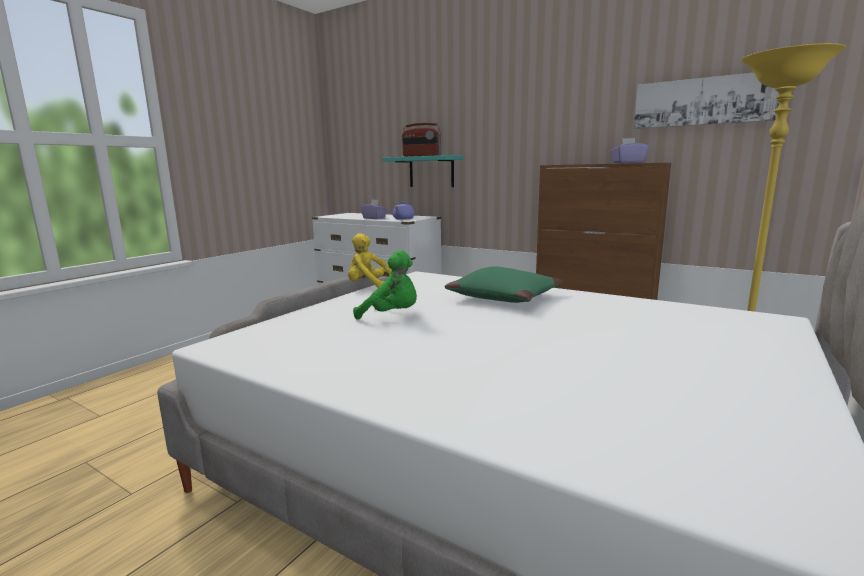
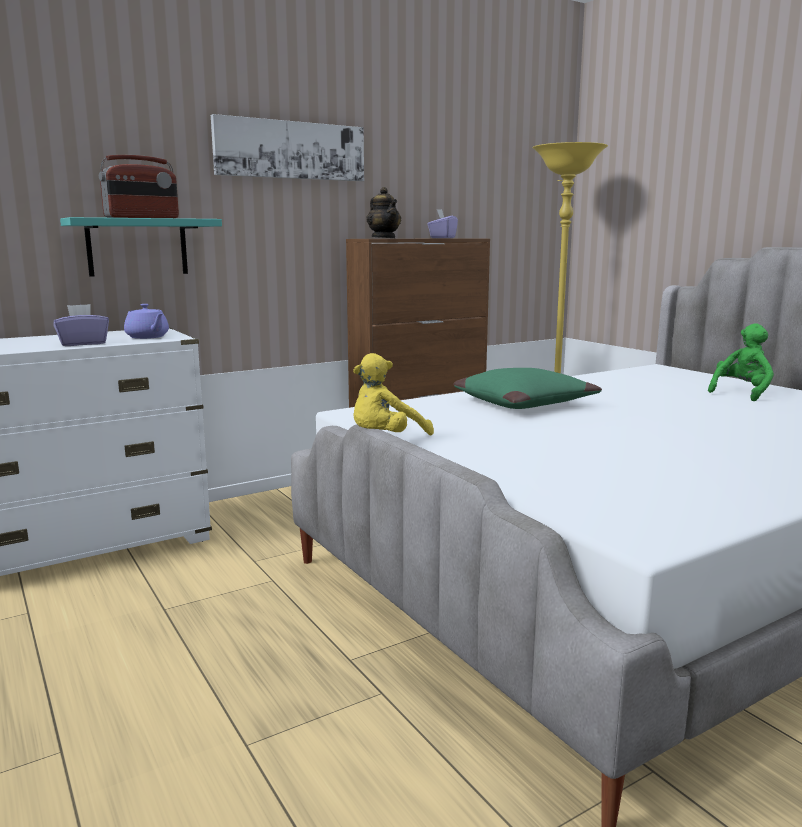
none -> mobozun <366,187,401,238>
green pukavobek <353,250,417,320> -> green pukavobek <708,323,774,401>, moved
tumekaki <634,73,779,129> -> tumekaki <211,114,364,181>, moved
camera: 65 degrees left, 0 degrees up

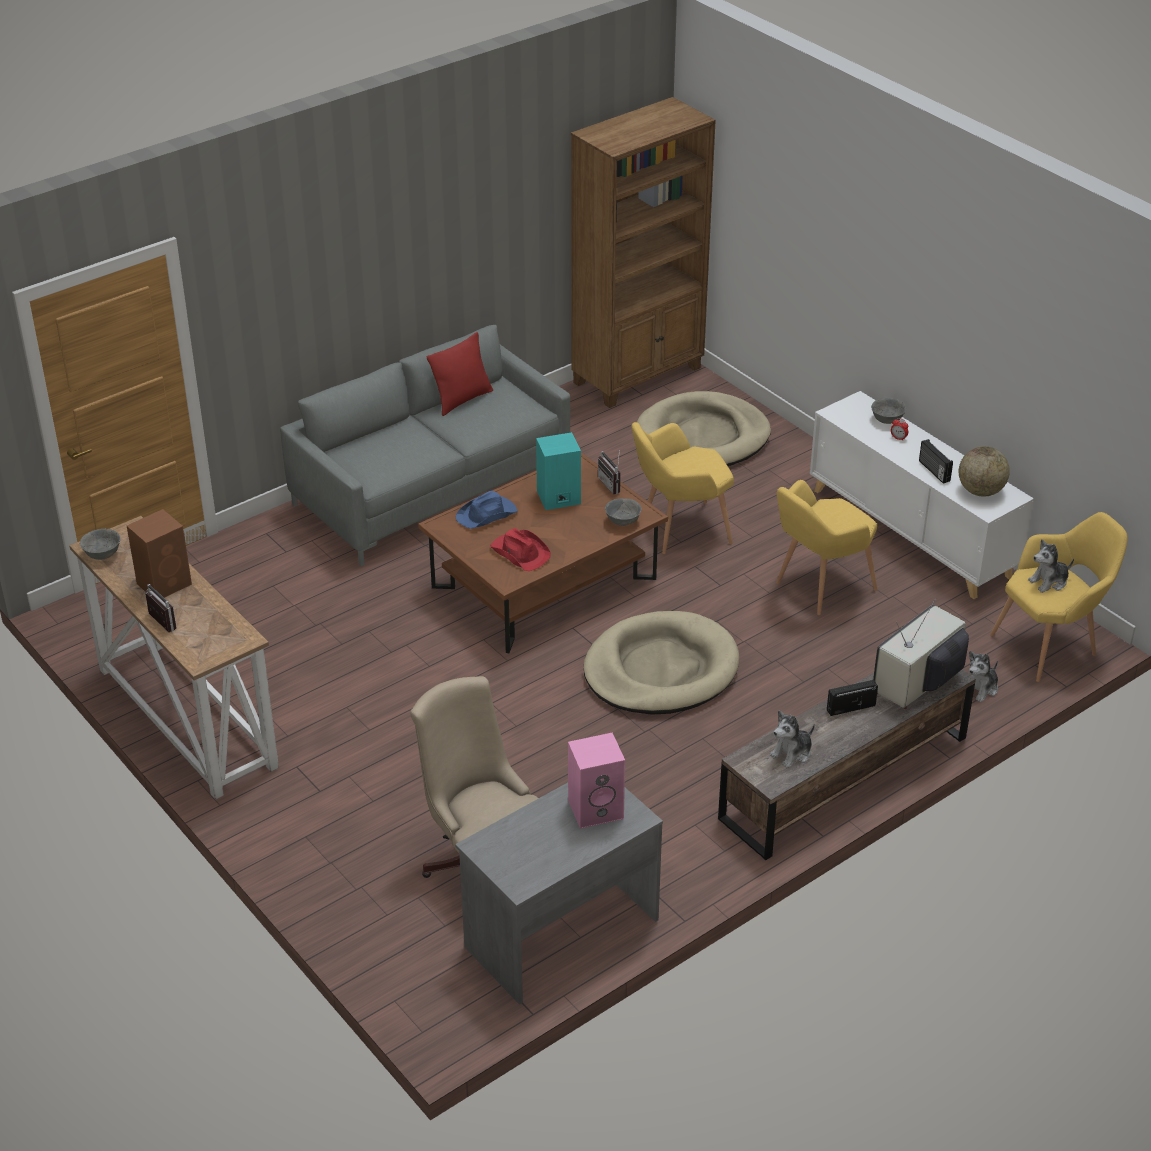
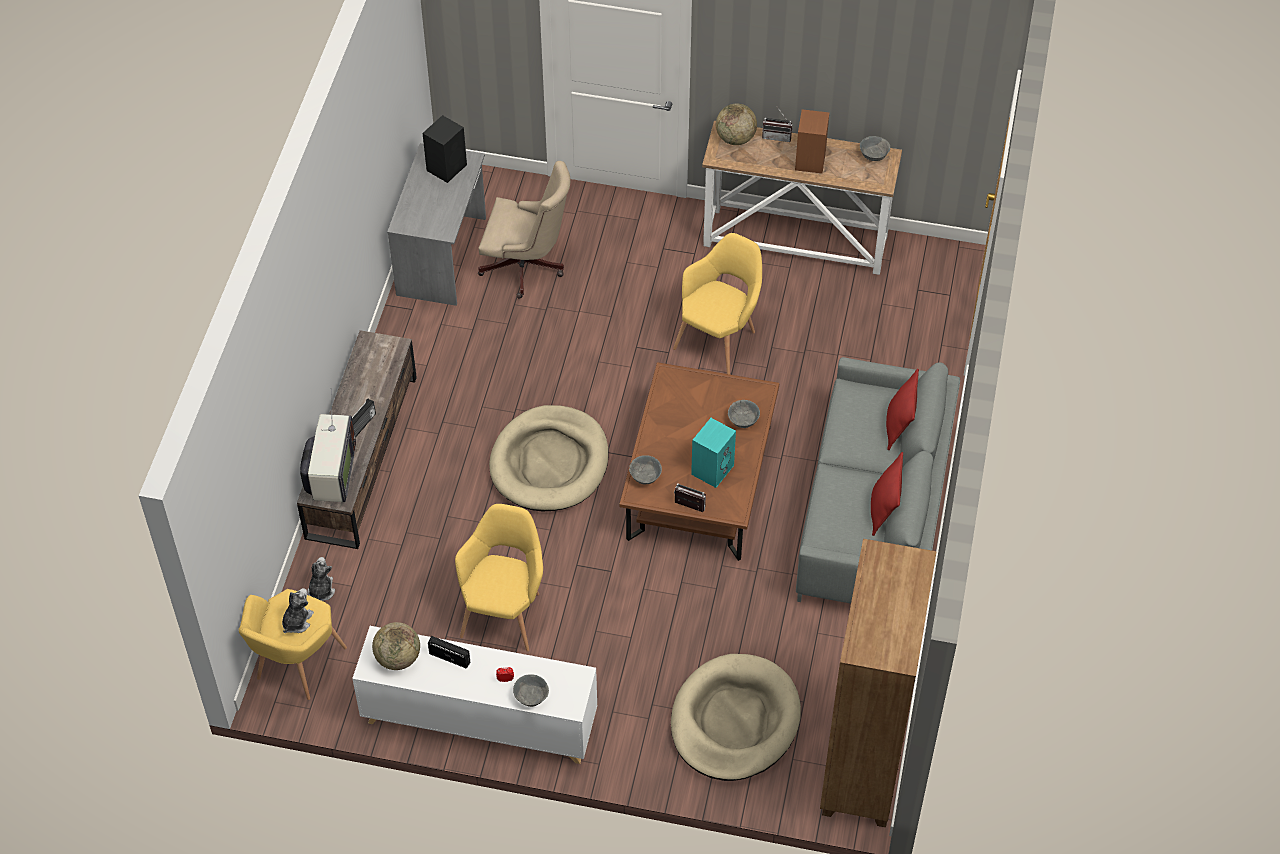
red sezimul <490,528,551,571> -> none
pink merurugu <568,733,625,829> -> none
pukavobek <770,710,815,768> -> none
none -> black merurugu <423,115,467,183>
none -> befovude <716,104,757,145>
none -> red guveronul <886,369,919,450>
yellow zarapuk <632,422,734,554> -> yellow zarapuk <673,233,762,374>, moved
blue sezimul <456,491,518,529> -> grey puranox <728,400,760,428>
camera: 140 degrees right, 15 degrees up

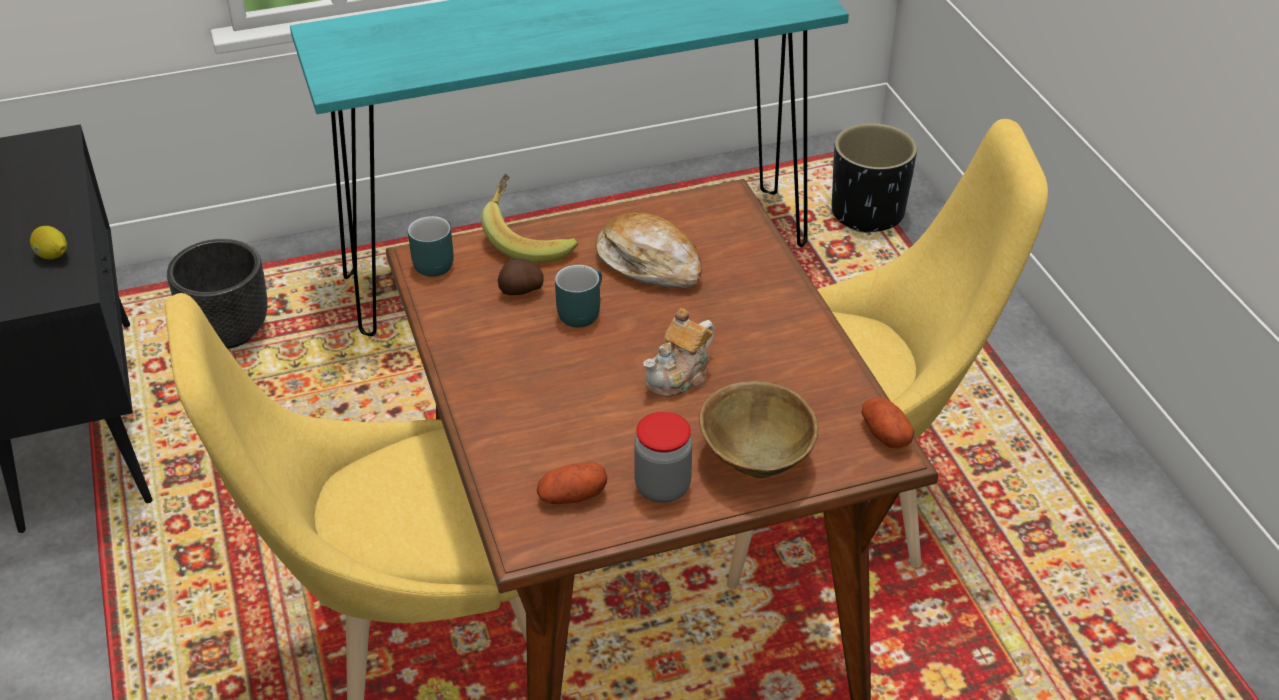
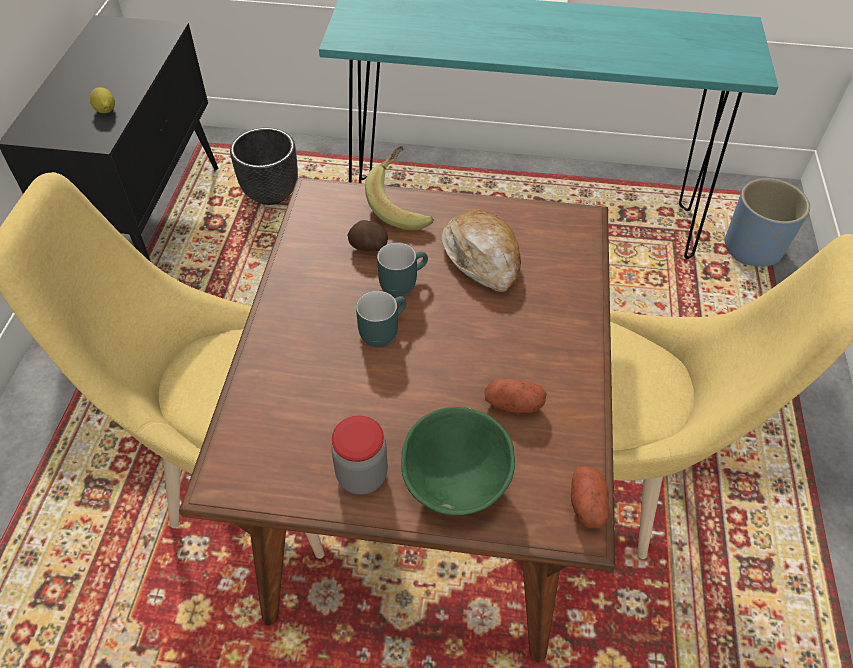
mobozun <643,308,714,397> -> none
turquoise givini <408,216,454,277> -> turquoise givini <356,291,406,347>, moved
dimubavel <537,462,607,504> -> dimubavel <484,379,547,413>, moved
brown puranox <699,381,819,478> -> green puranox <401,407,515,516>
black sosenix <832,123,917,233> -> blue sosenix <725,178,810,267>
camera: 25 degrees right, 10 degrees up

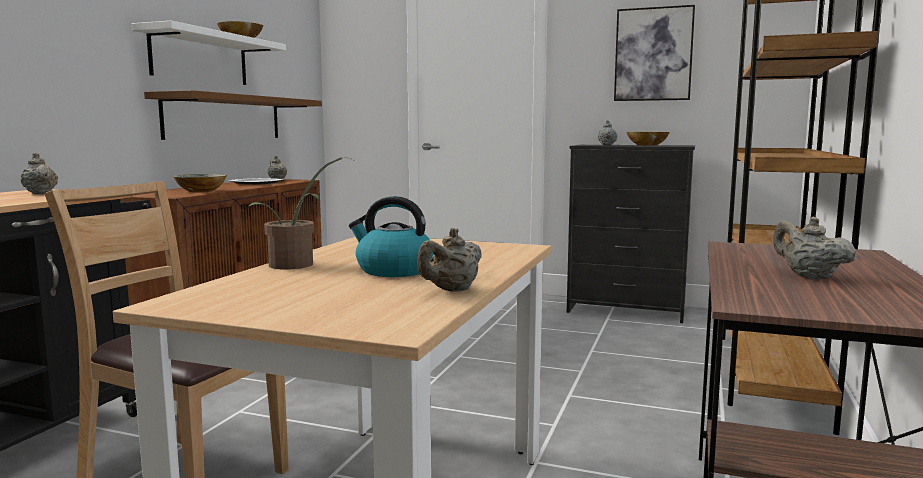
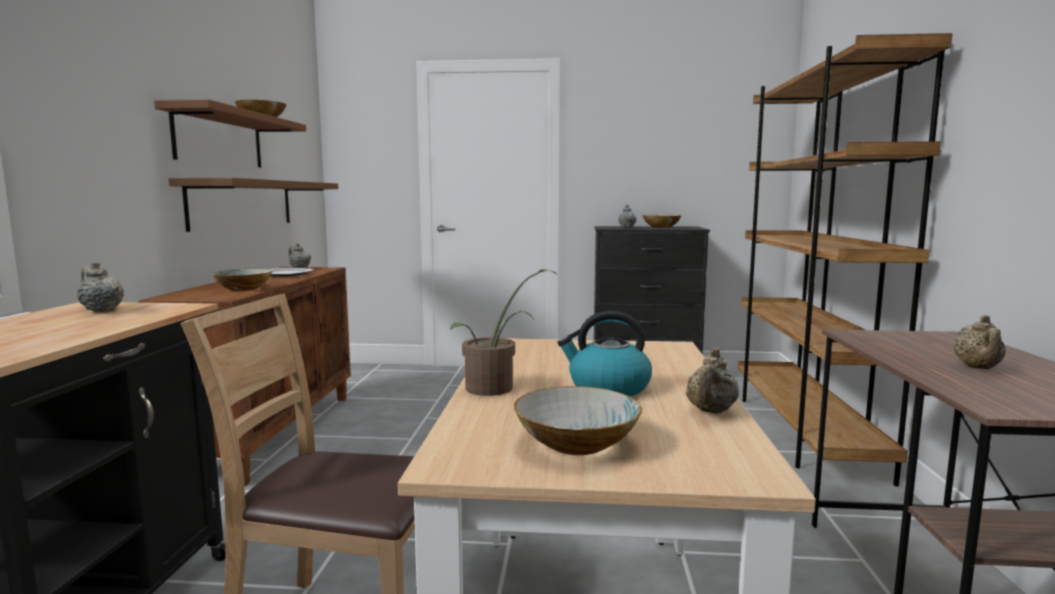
tumekaki <614,5,695,101> -> none
none -> puranox <514,386,642,455>
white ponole <132,20,286,85> -> brown ponole <154,99,306,167>
beige mobozun <773,217,857,279> -> beige mobozun <954,315,1006,369>, 120 degrees counterclockwise
camera: 15 degrees left, 0 degrees up

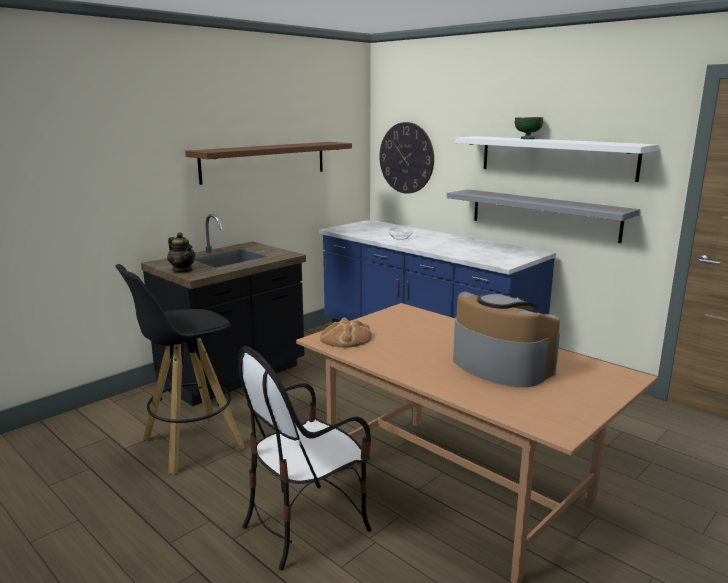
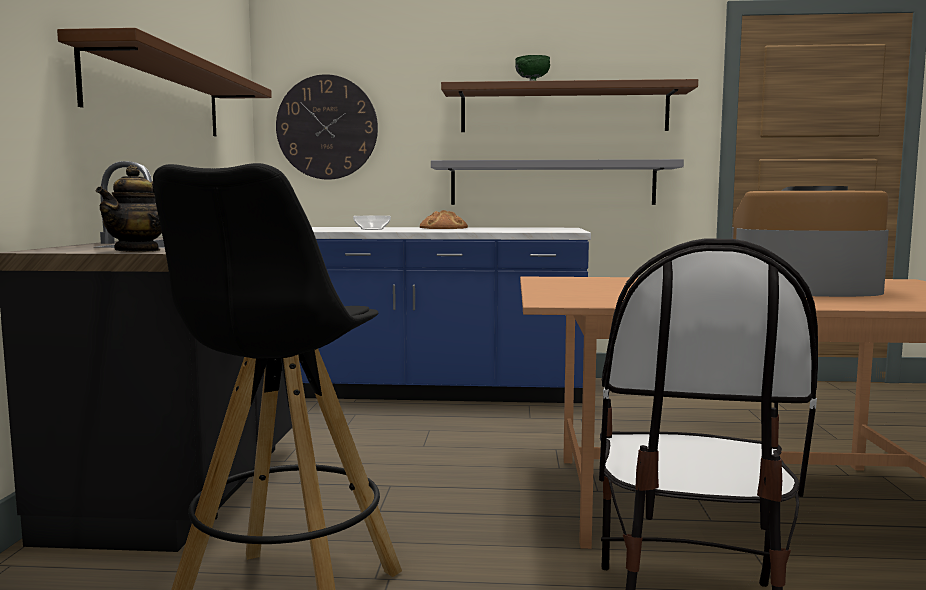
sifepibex <320,317,372,348> -> sifepibex <420,210,468,229>, moved
white ponole <455,136,658,182> -> brown ponole <441,79,698,132>
mobozun <167,232,196,272> -> mobozun <96,165,162,252>, 105 degrees clockwise
camera: 40 degrees left, 10 degrees down

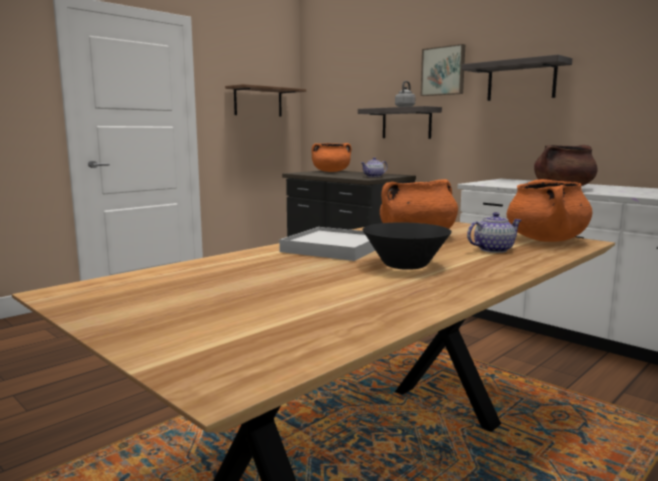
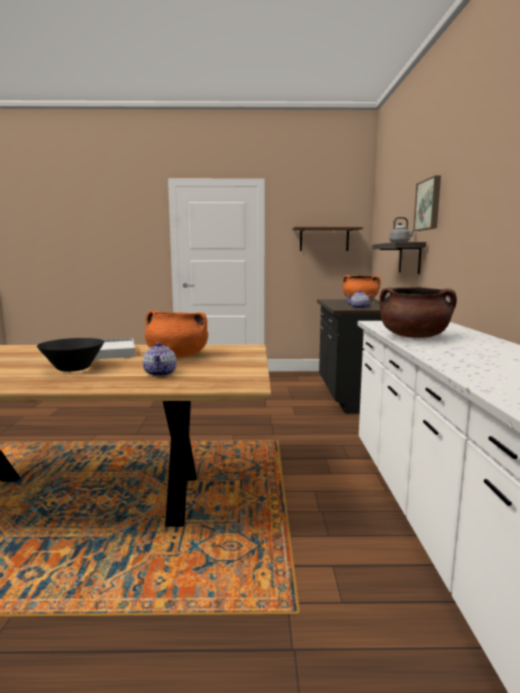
ponole <462,55,572,101> -> none
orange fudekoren <507,179,592,242> -> none
mobozun <467,212,522,253> -> mobozun <143,342,177,377>, 60 degrees clockwise
camera: 45 degrees right, 0 degrees up

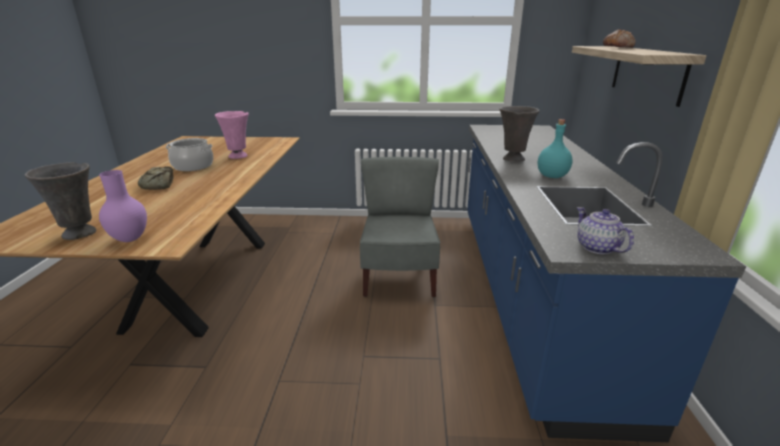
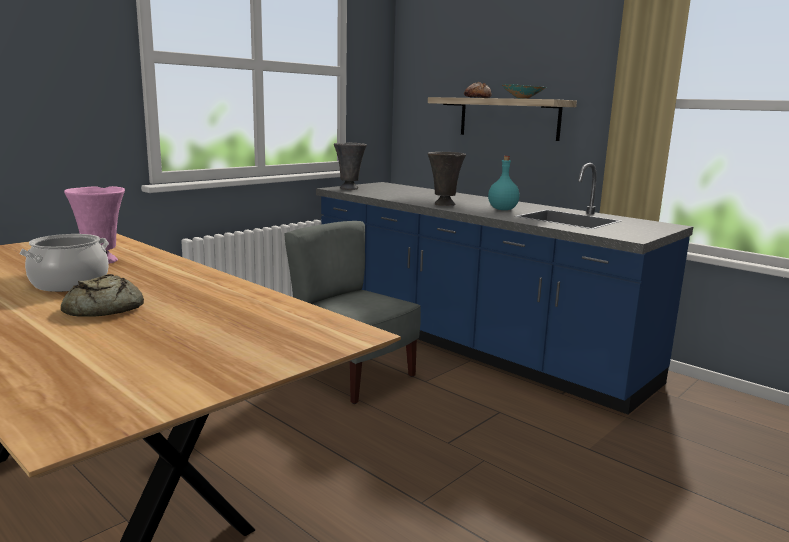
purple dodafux <99,170,147,242> -> none
mobozun <577,207,634,254> -> none
none -> turquoise puranox <502,84,547,99>
grey dodafux <24,162,96,240> -> grey dodafux <334,143,367,190>, moved
camera: 50 degrees left, 10 degrees down

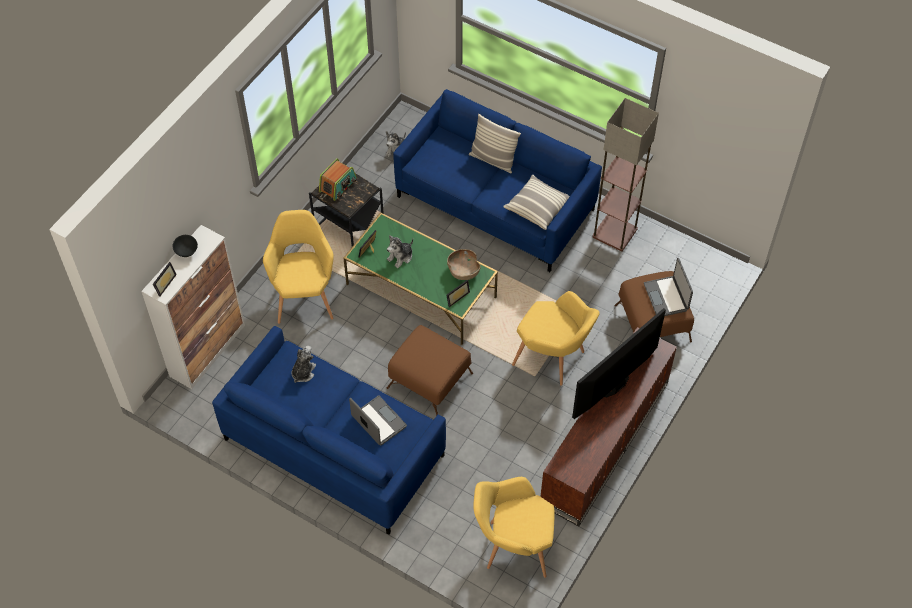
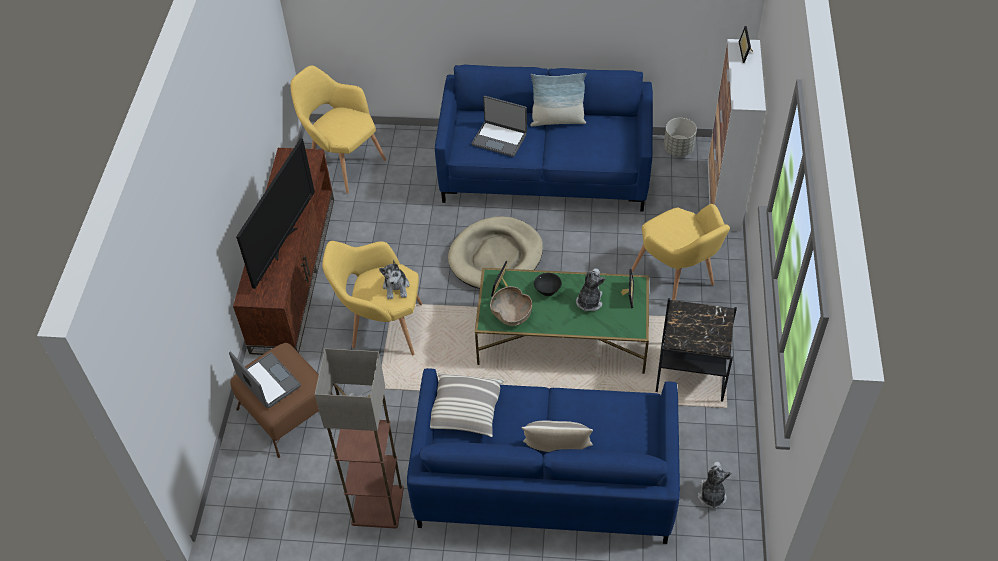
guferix <319,158,357,201> -> none
none -> guveronul <530,73,587,126>
none -> grey sosenix <664,118,697,156>
black puranox <173,235,198,257> -> black puranox <534,273,562,296>, moved
pukavobek <291,346,316,383> -> pukavobek <379,260,410,299>, moved
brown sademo <387,325,473,416> -> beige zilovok <448,216,543,289>
yellow zarapuk <473,477,555,578> -> yellow zarapuk <290,66,386,194>, 120 degrees counterclockwise
camera: 155 degrees right, 5 degrees down

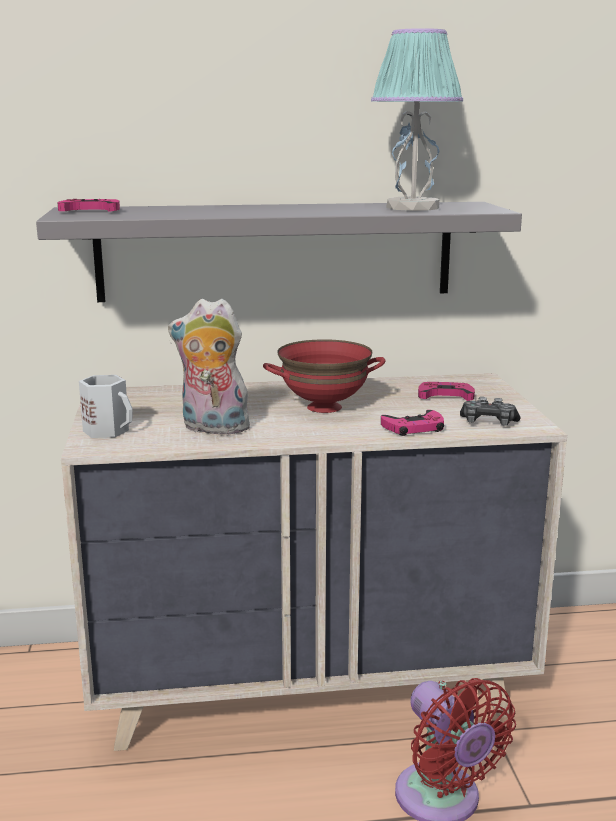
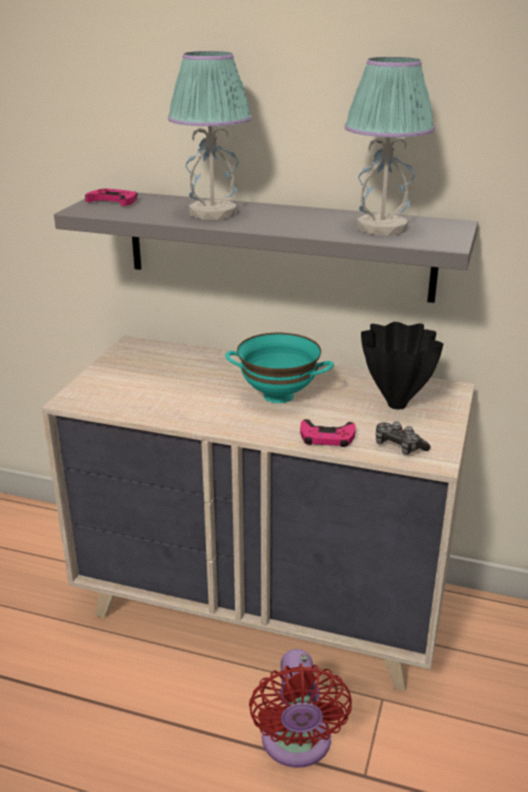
white givini <79,375,133,438> -> none
pukavobek <168,299,253,435> -> none
none -> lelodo <168,51,252,220>
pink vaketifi <418,382,475,401> -> black dodafux <361,322,443,409>
red puranox <263,339,386,413> -> turquoise puranox <225,333,334,403>
camera: 25 degrees right, 10 degrees up

